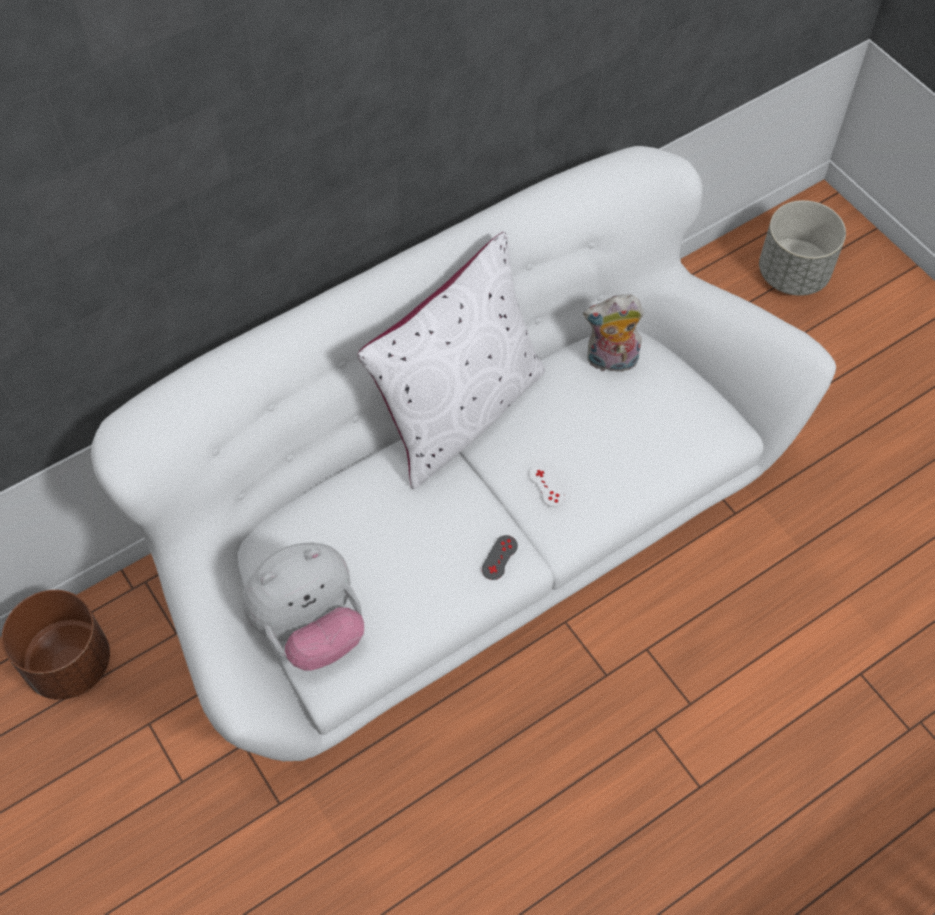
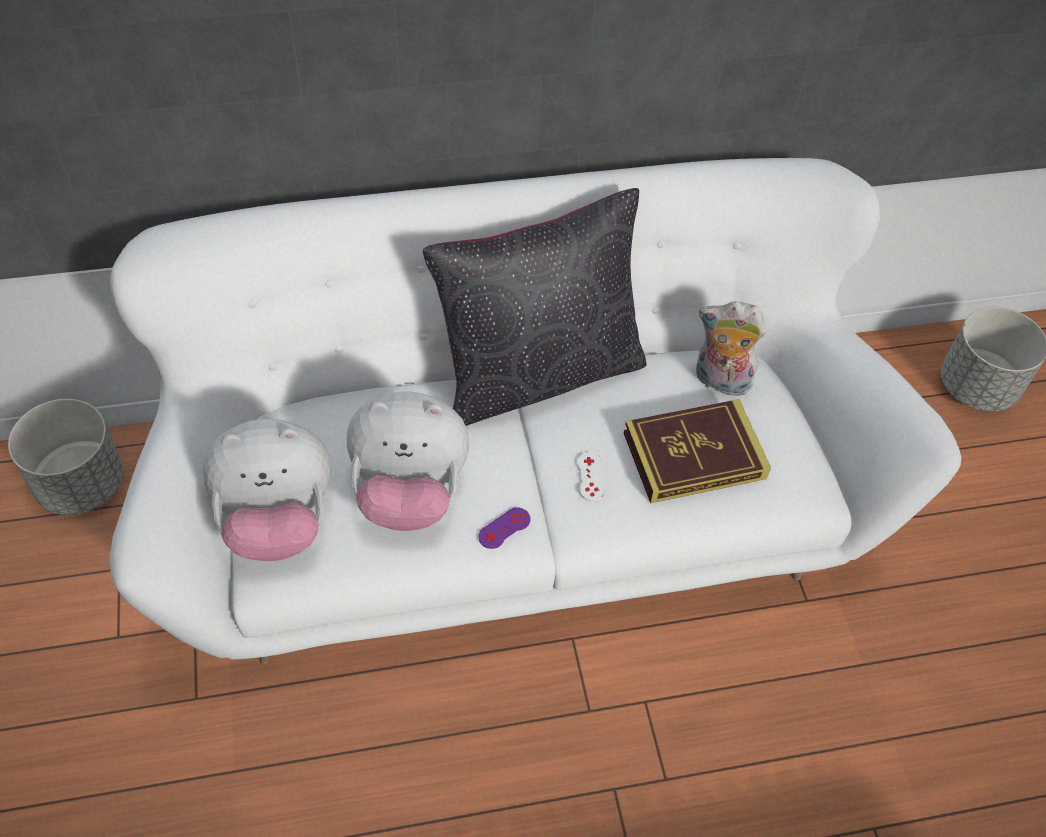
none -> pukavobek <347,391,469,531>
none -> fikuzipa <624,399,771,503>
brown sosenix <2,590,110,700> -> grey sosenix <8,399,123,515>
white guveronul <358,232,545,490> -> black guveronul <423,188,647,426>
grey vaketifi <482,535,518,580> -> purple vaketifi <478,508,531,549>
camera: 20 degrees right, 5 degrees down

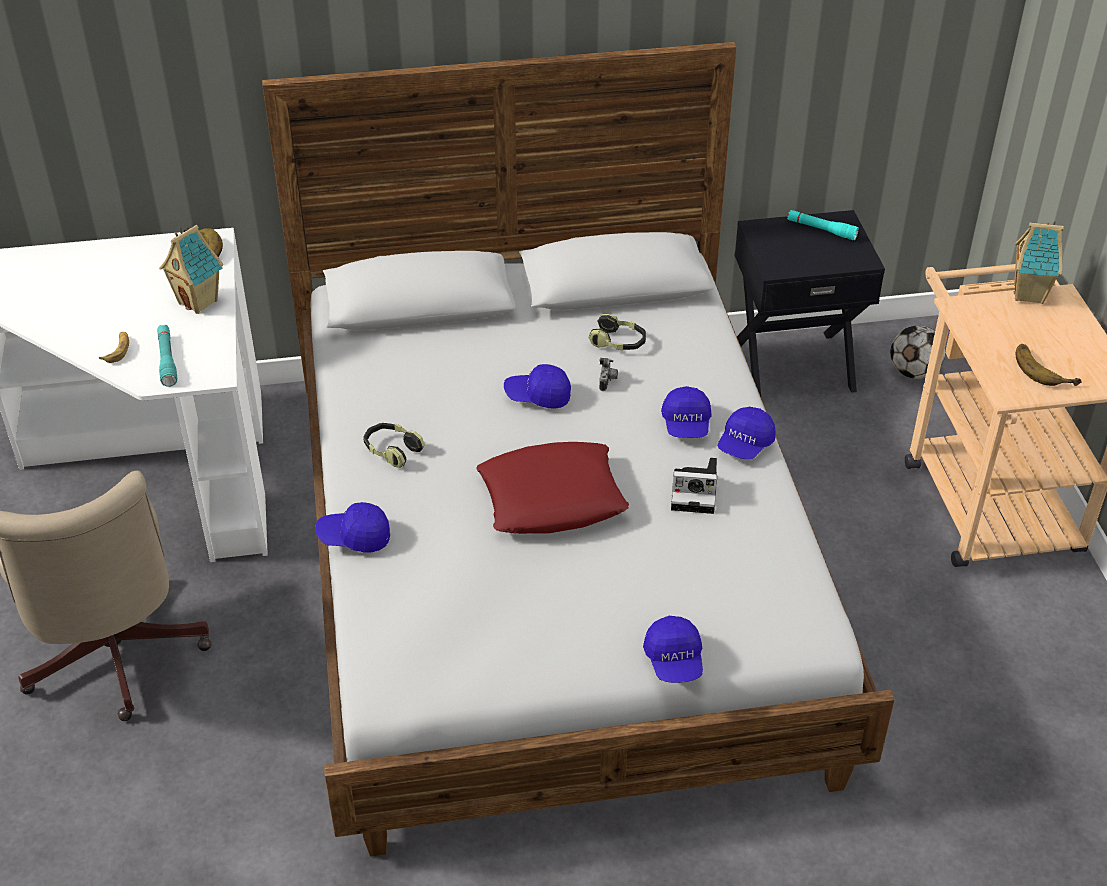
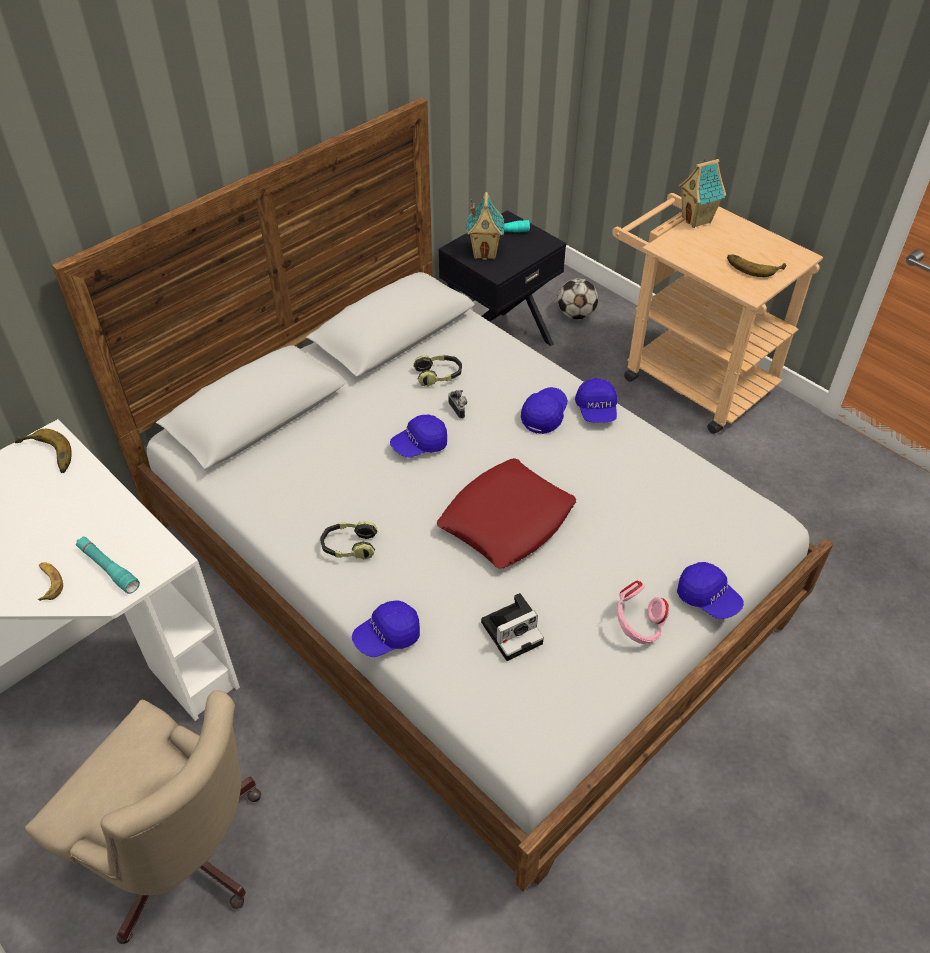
none -> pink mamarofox <617,581,669,644>
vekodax <159,225,223,314> -> vekodax <466,192,504,260>, moved
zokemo <671,457,717,514> -> zokemo <481,593,544,661>, moved
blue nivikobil <661,386,712,438> -> blue nivikobil <521,387,568,434>, 120 degrees counterclockwise
camera: 35 degrees left, 5 degrees up

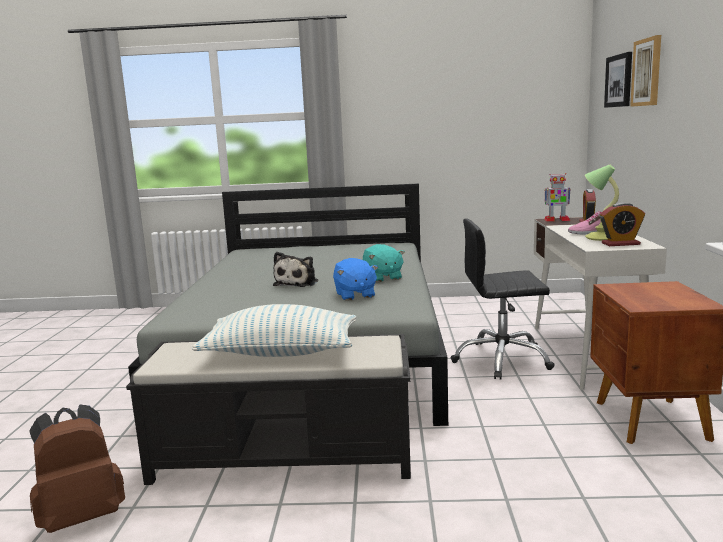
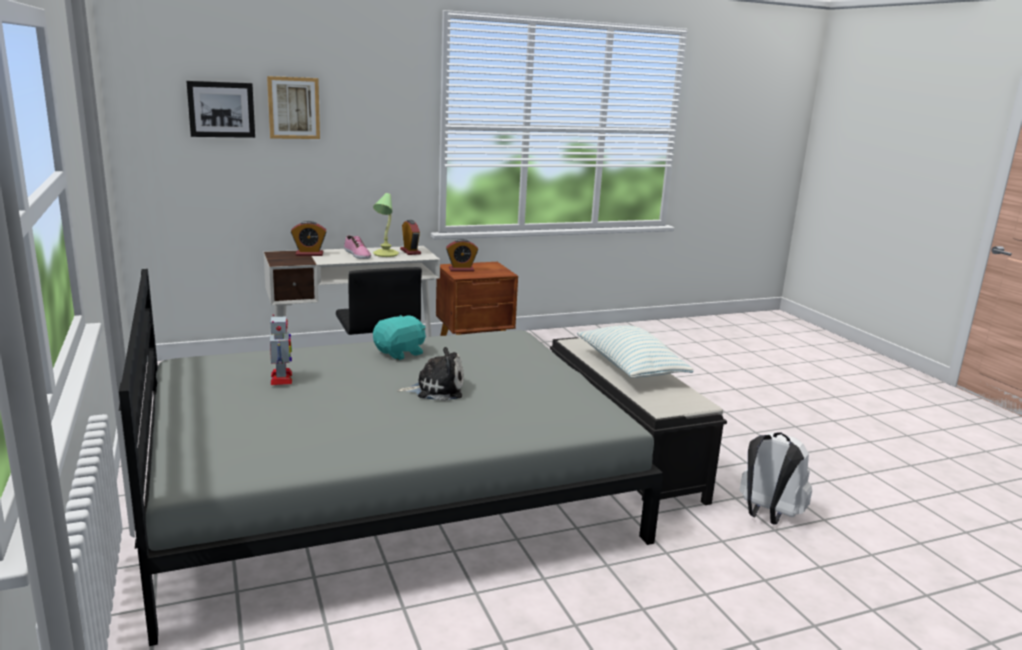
blue pukavobek <333,258,378,301> -> none
none -> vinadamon <446,239,478,272>
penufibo <544,173,571,221> -> penufibo <270,314,292,385>, moved
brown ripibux <29,404,125,533> -> white ripibux <740,432,812,525>
camera: 115 degrees left, 5 degrees up

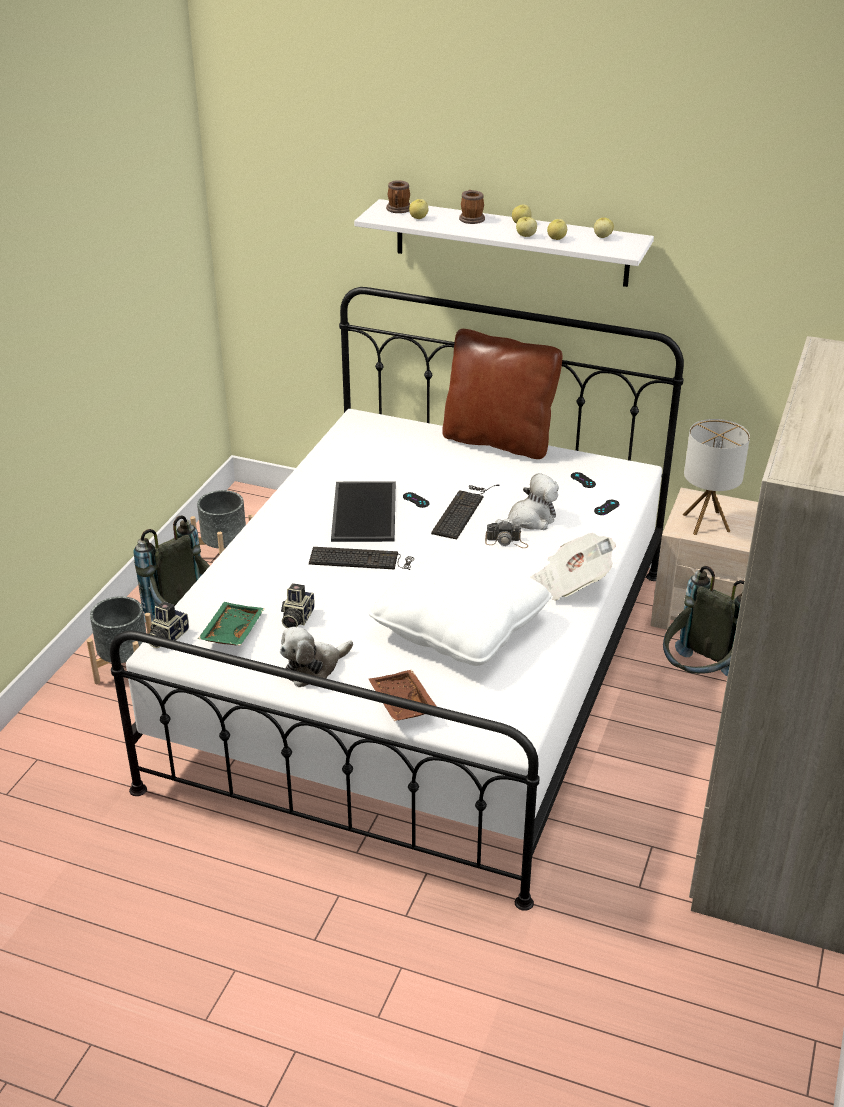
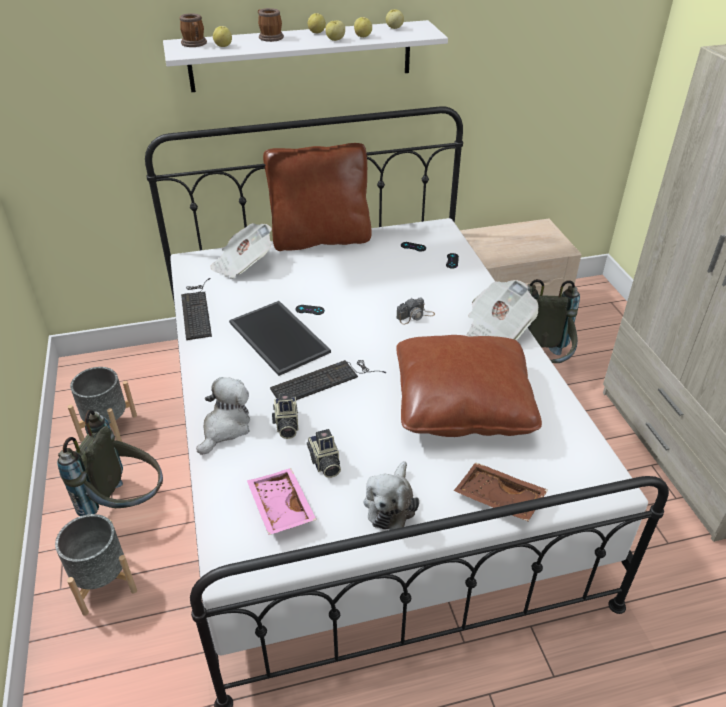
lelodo <683,419,750,535> -> none
none -> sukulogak <211,223,272,279>
zokemo <149,602,189,648> -> zokemo <272,393,298,439>, moved
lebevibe <431,484,500,539> -> lebevibe <181,278,212,340>, moved
pukavobek <495,473,559,530> -> pukavobek <196,377,250,455>, moved
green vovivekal <198,602,265,646> -> pink vovivekal <247,468,317,535>
white guveronul <368,548,552,666> -> brown guveronul <396,335,542,437>
camera: 35 degrees left, 5 degrees up

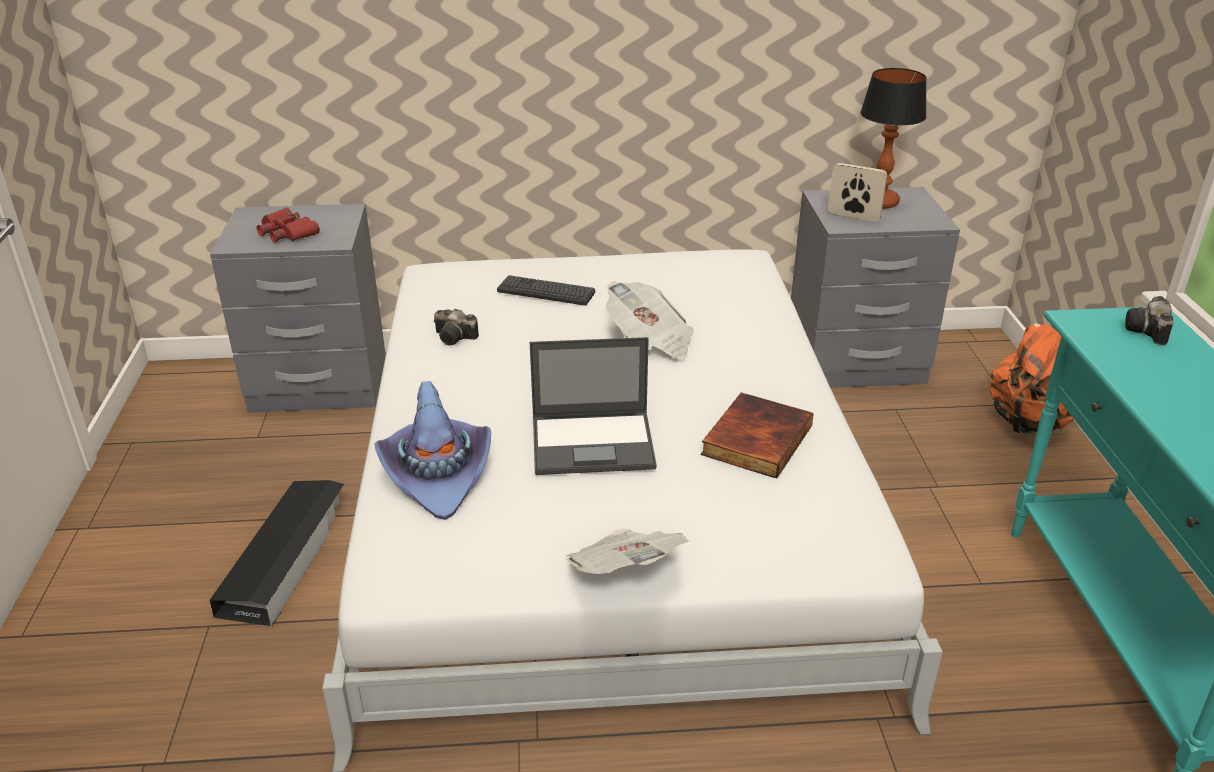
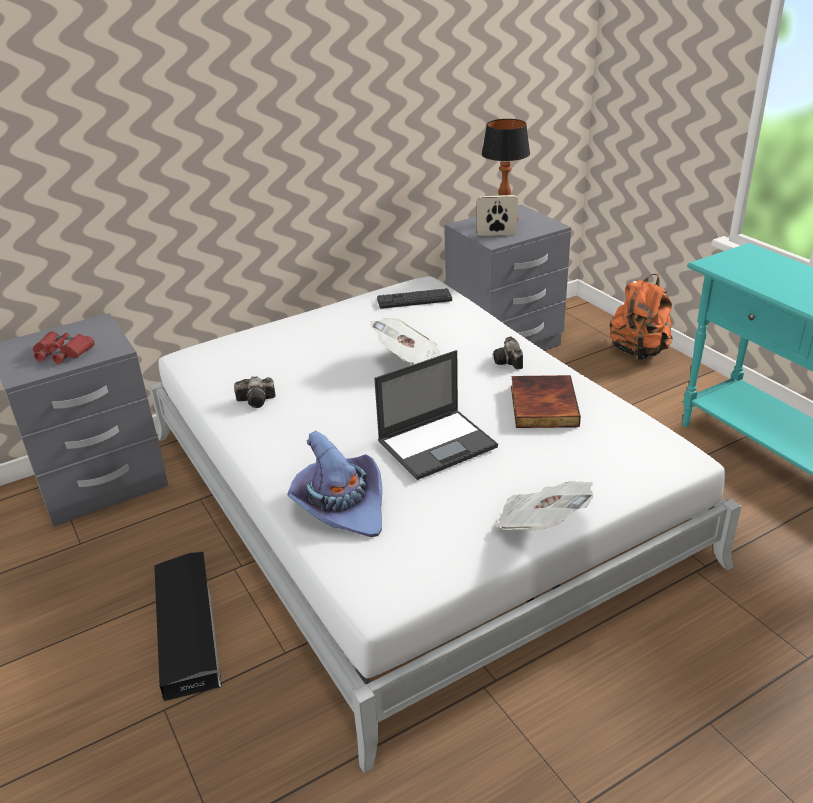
lebevibe <497,275,595,305> -> lebevibe <377,288,452,309>, moved
zokemo <1125,296,1173,345> -> zokemo <493,337,523,370>, moved
camera: 25 degrees left, 0 degrees up

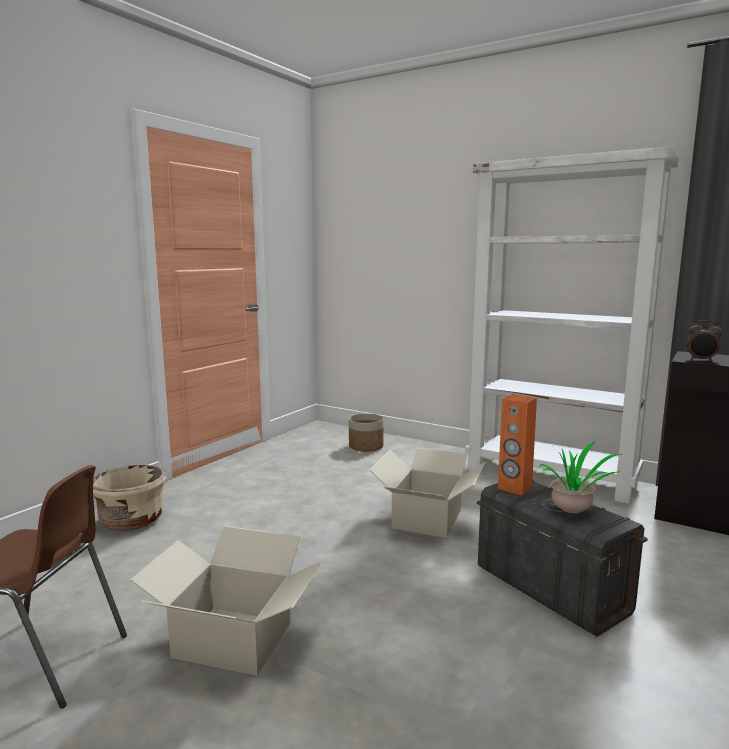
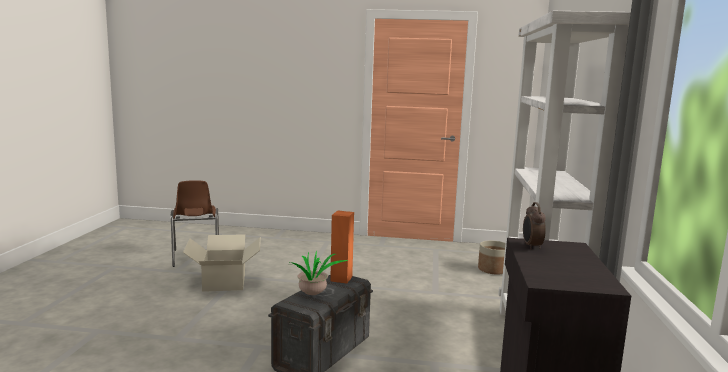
beige sosenix <93,465,166,531> -> none
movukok <370,448,486,538> -> none
camera: 65 degrees right, 0 degrees up

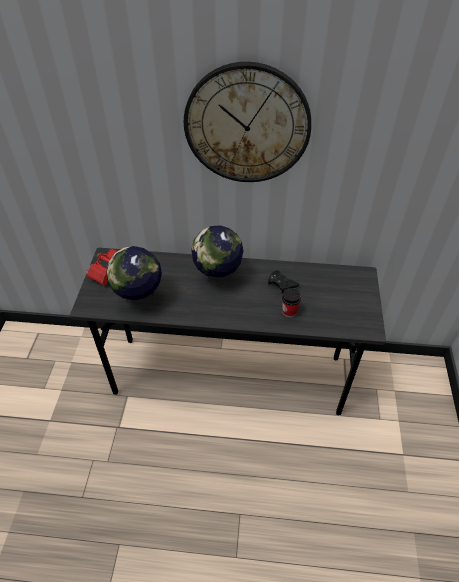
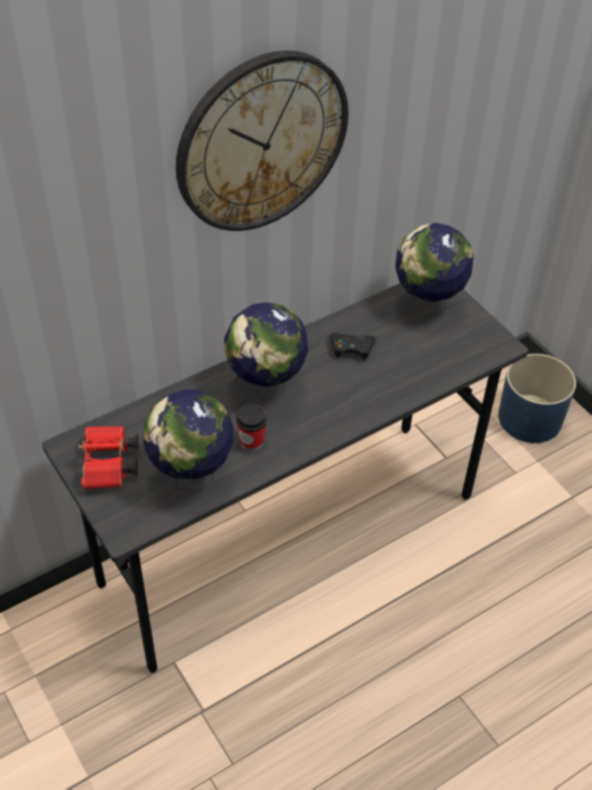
none -> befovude <396,223,474,319>
none -> blue sosenix <498,354,576,443>
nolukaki <282,288,301,318> -> nolukaki <236,404,267,451>, moved
camera: 40 degrees left, 0 degrees up

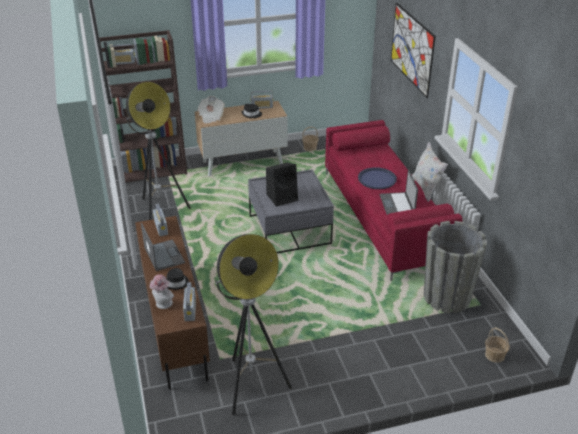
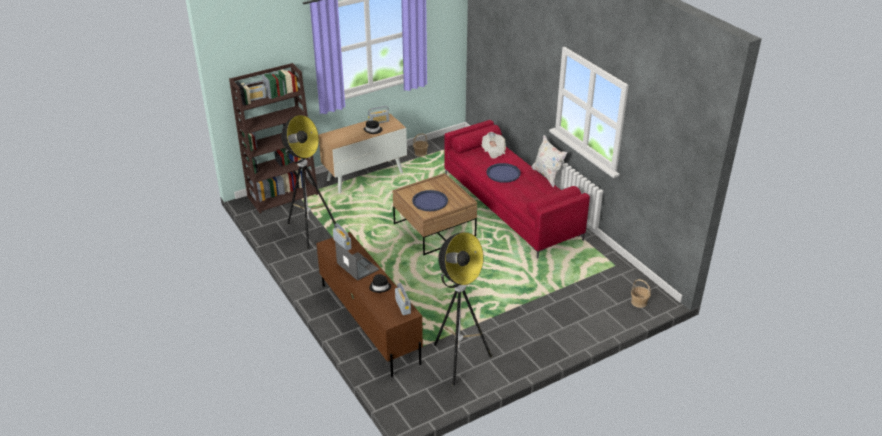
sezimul <150,274,174,309> -> none
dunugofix <380,170,418,215> -> none
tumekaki <391,3,436,98> -> none
grey sosenix <424,221,487,314> -> none
sukulogak <197,96,225,123> -> sukulogak <481,132,506,159>, moved
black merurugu <266,163,298,207> -> blue vovivekal <412,190,448,211>
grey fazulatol <248,169,334,253> -> brown fazulatol <392,173,477,255>
camera: 15 degrees left, 0 degrees up

